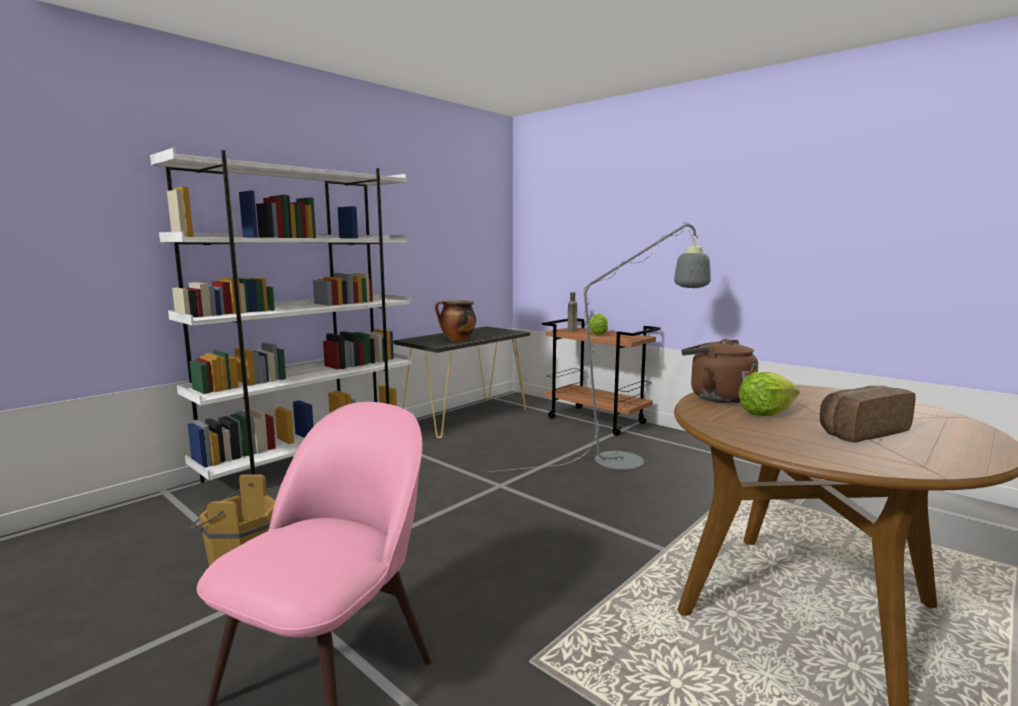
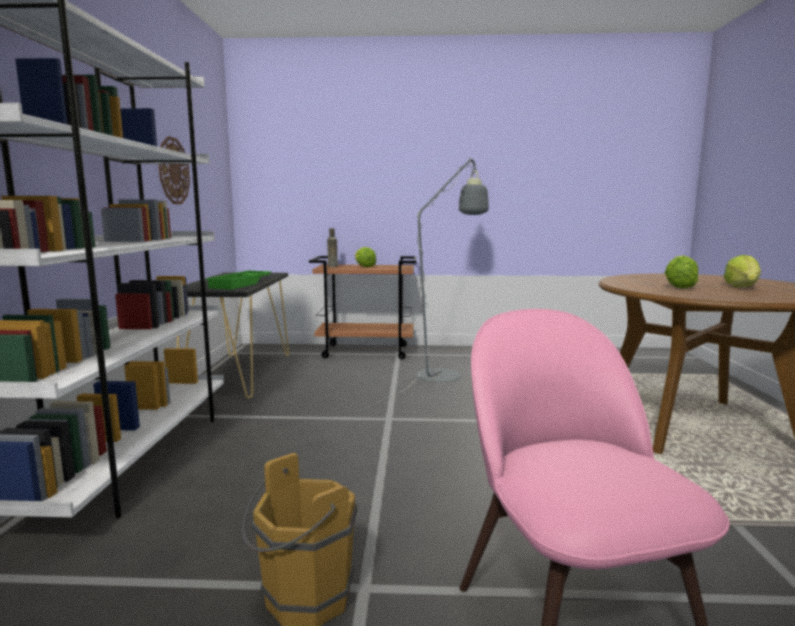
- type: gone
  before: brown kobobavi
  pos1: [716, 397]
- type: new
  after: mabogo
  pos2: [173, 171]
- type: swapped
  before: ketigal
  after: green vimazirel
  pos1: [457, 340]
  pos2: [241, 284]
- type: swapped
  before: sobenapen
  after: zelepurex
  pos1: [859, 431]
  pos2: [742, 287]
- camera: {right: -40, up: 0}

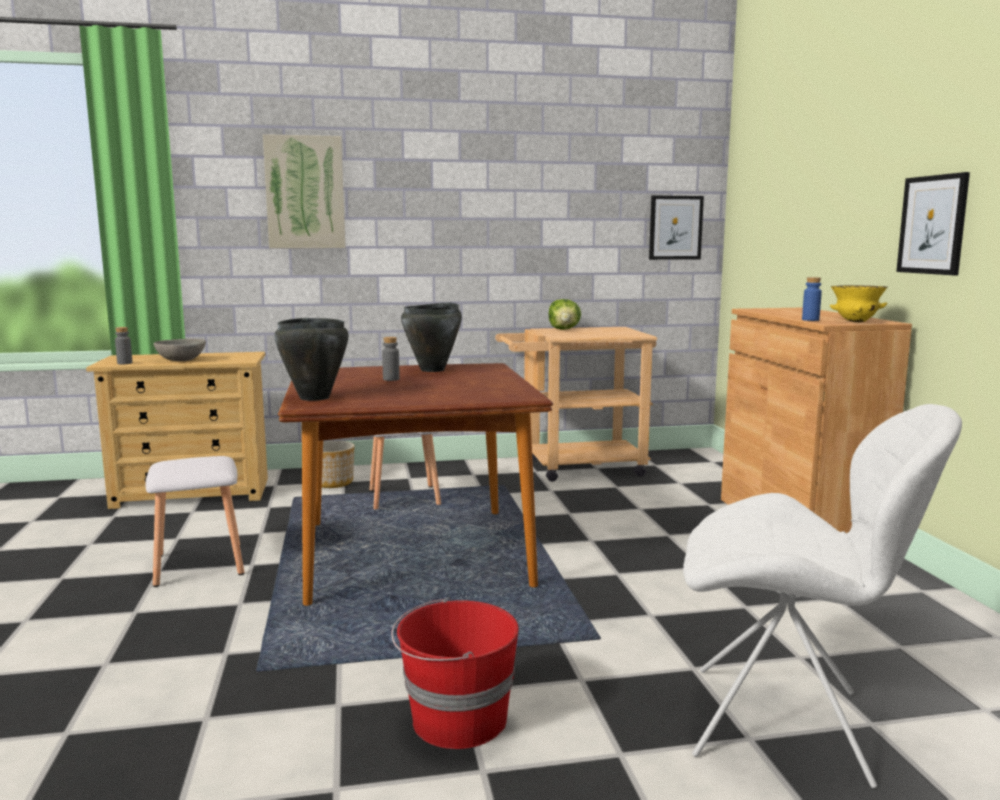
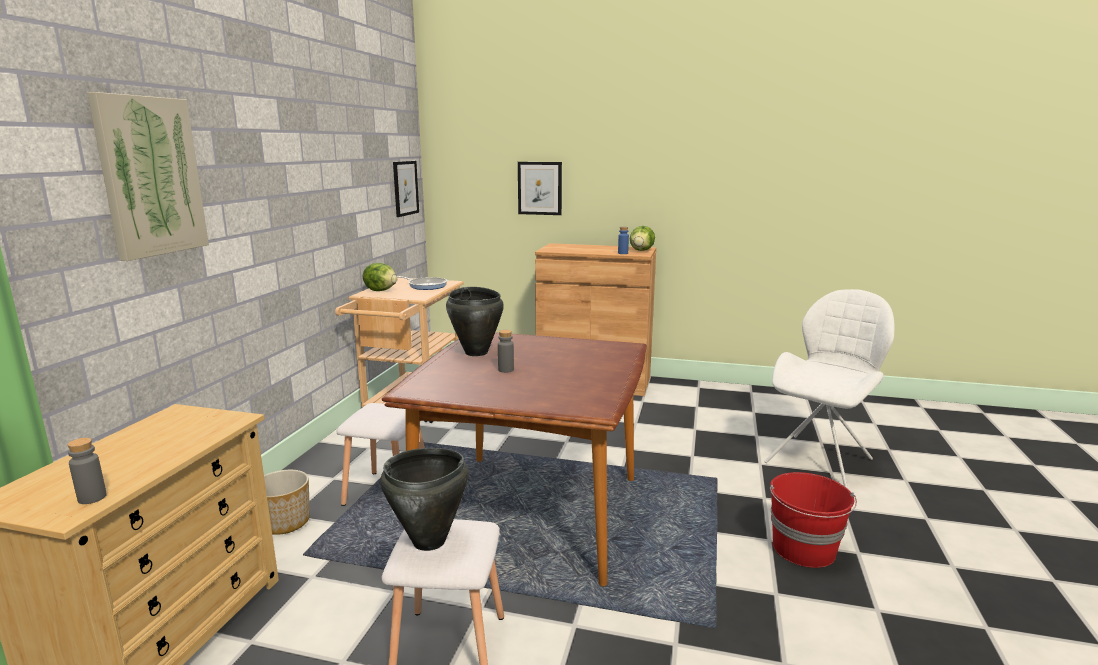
- type: gone
  before: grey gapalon
  pos1: [181, 360]
- type: new
  after: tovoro
  pos2: [426, 286]
- type: shifted
  before: black ketigal
  pos1: [314, 398]
  pos2: [429, 541]
- type: shifted
  before: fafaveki
  pos1: [933, 225]
  pos2: [540, 188]
- type: swapped
  before: yellow gapalon
  after: zelepurex
  pos1: [856, 322]
  pos2: [641, 250]
- camera: {right: -65, up: 5}

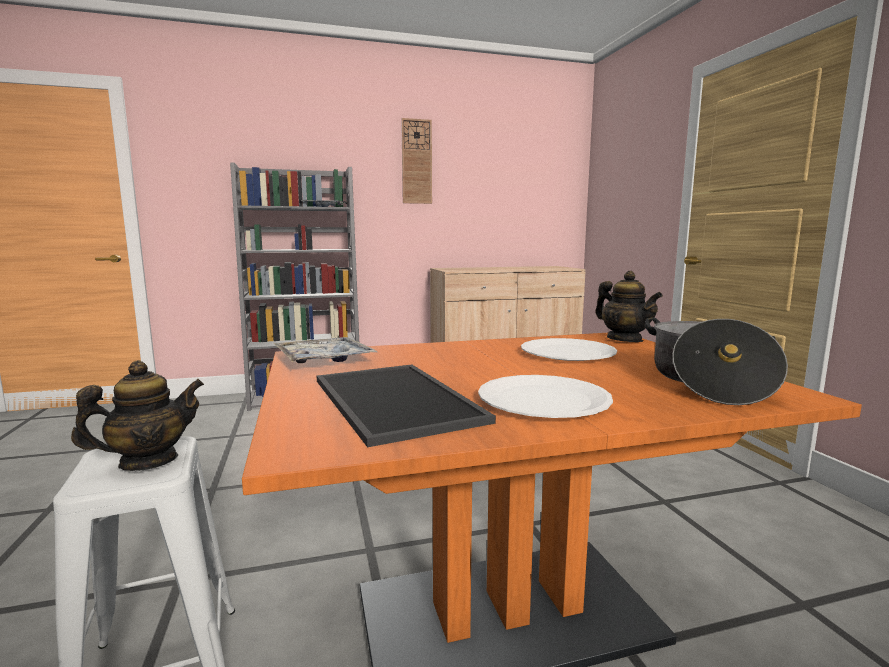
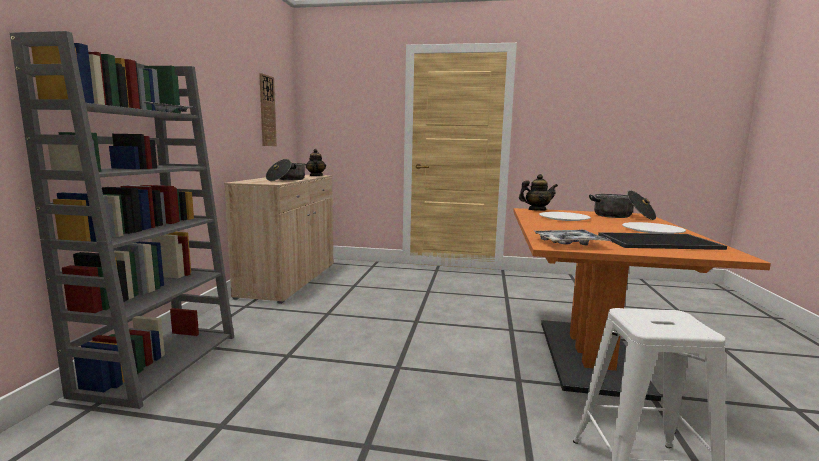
- type: new
  after: ketigal
  pos2: [286, 179]
- type: shifted
  before: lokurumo
  pos1: [148, 461]
  pos2: [315, 176]
- type: shifted
  before: mabogo
  pos1: [416, 162]
  pos2: [267, 111]
- camera: {right: -65, up: 0}

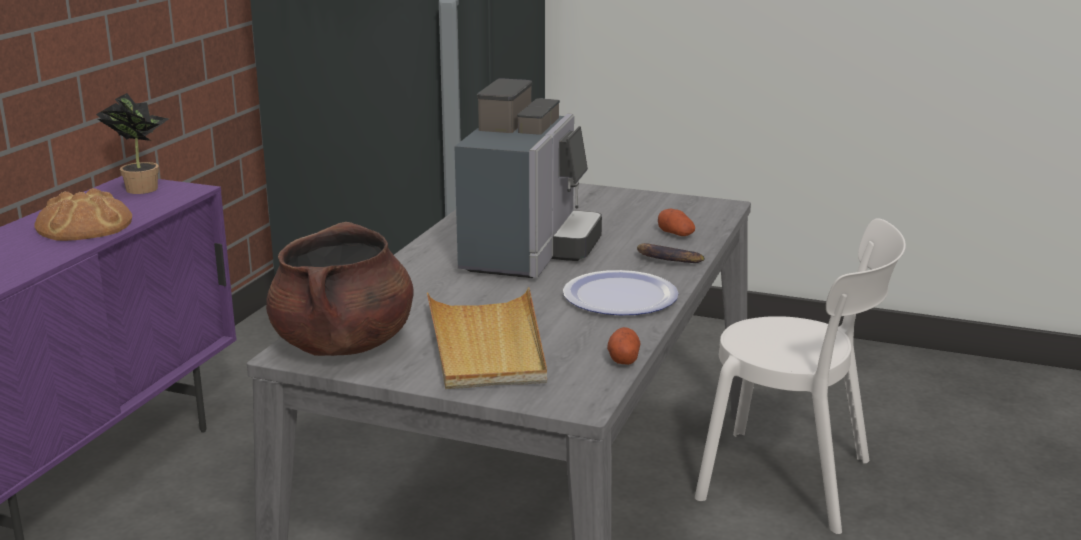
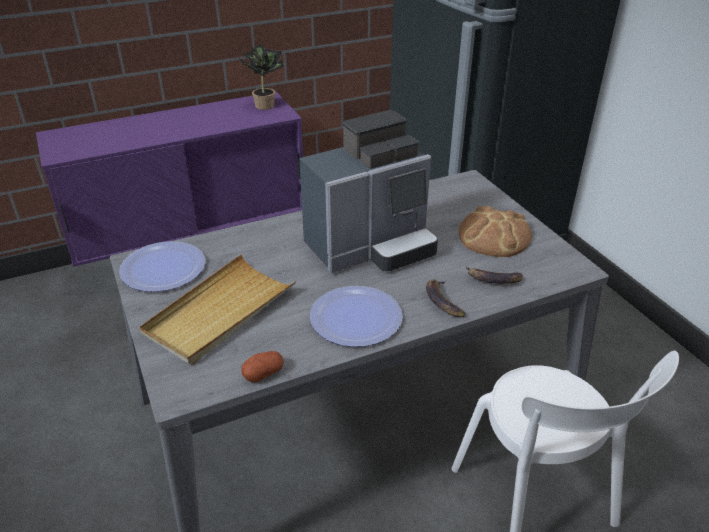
- type: shifted
  before: sobenapen
  pos1: [85, 225]
  pos2: [494, 236]
- type: swapped
  before: brown ketigal
  after: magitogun
  pos1: [343, 345]
  pos2: [163, 268]
- type: swapped
  before: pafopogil
  after: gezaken
  pos1: [676, 234]
  pos2: [493, 279]
- camera: {right: 45, up: 15}

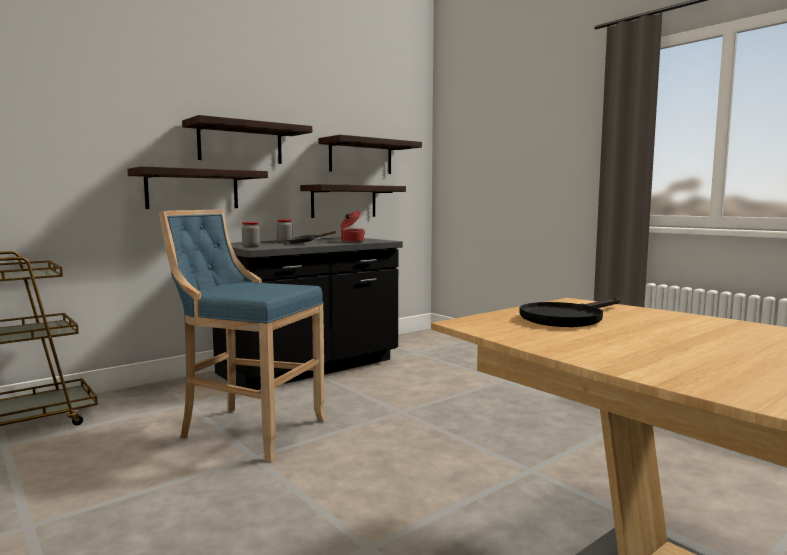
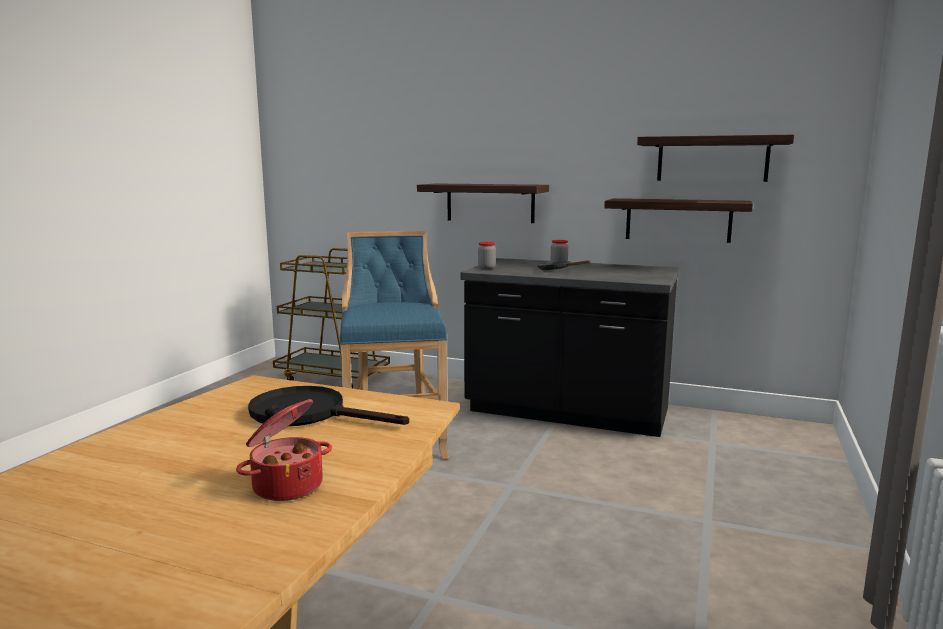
- type: gone
  before: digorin
  pos1: [240, 143]
- type: shifted
  before: ketigal
  pos1: [351, 241]
  pos2: [287, 485]
- camera: {right: 60, up: 5}

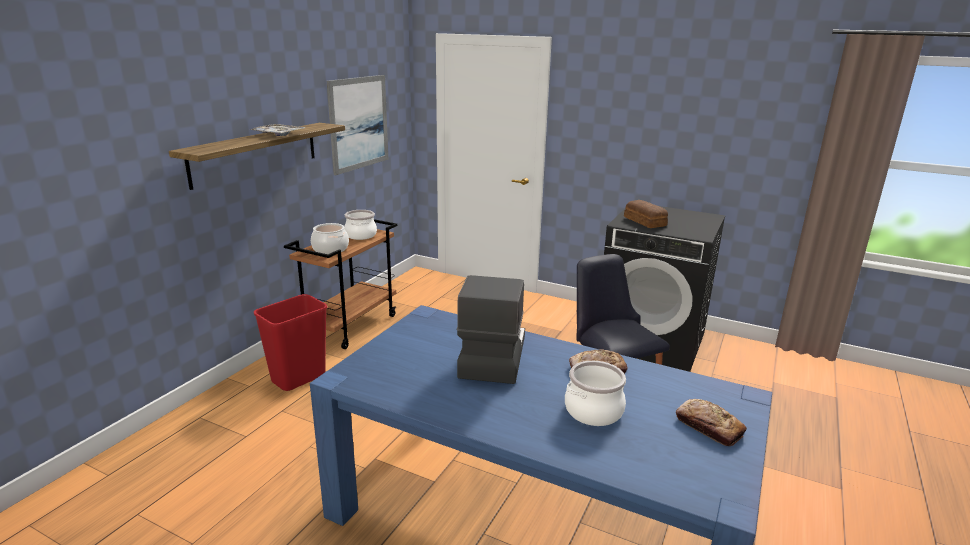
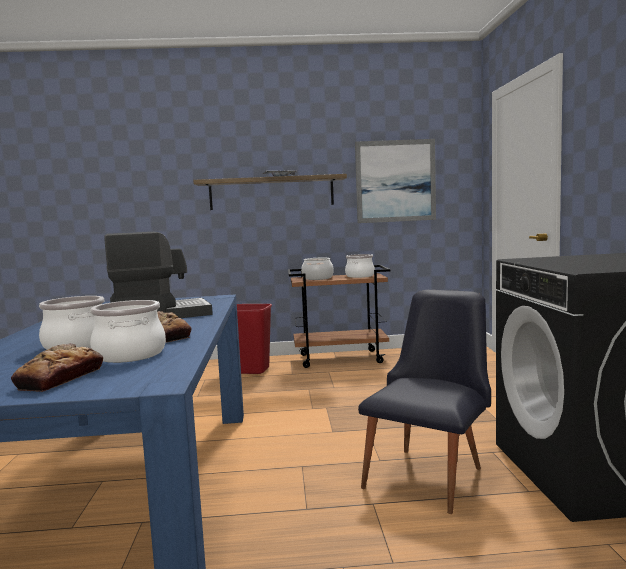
- type: gone
  before: sobenapen
  pos1: [645, 221]
- type: new
  after: ketigal
  pos2: [129, 355]
- camera: {right: 60, up: -15}

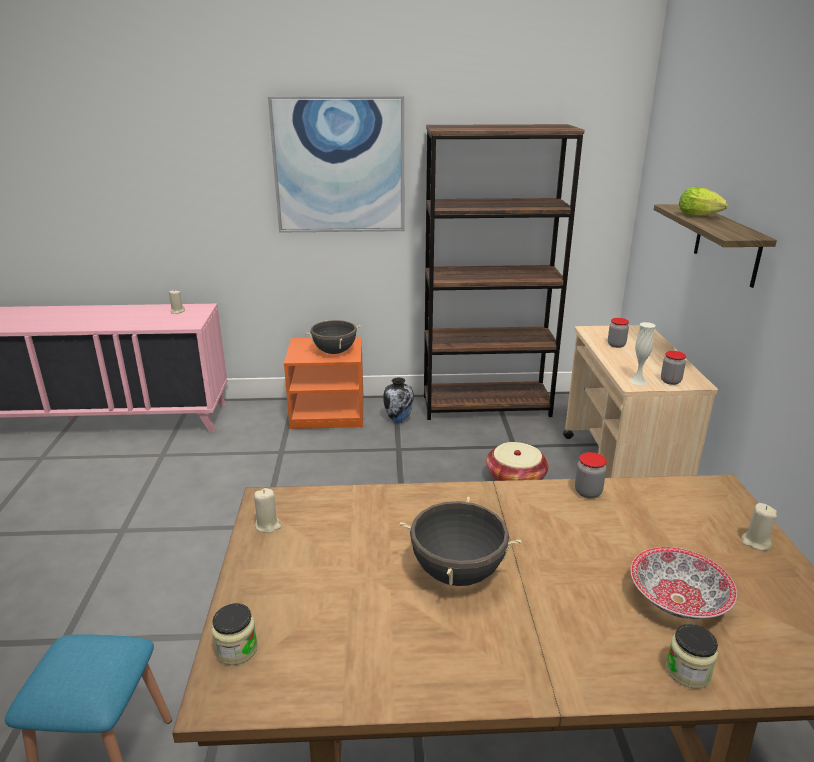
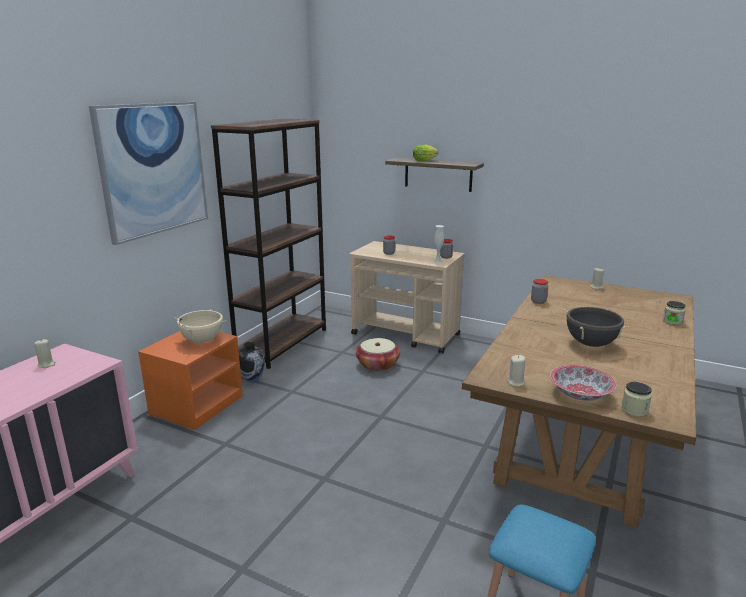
- type: shifted
  before: gapalon
  pos1: [677, 600]
  pos2: [580, 394]
- type: repainted
  before: black ketigal
  after: beige ketigal
  pos1: [334, 352]
  pos2: [202, 341]
- camera: {right: -60, up: -5}

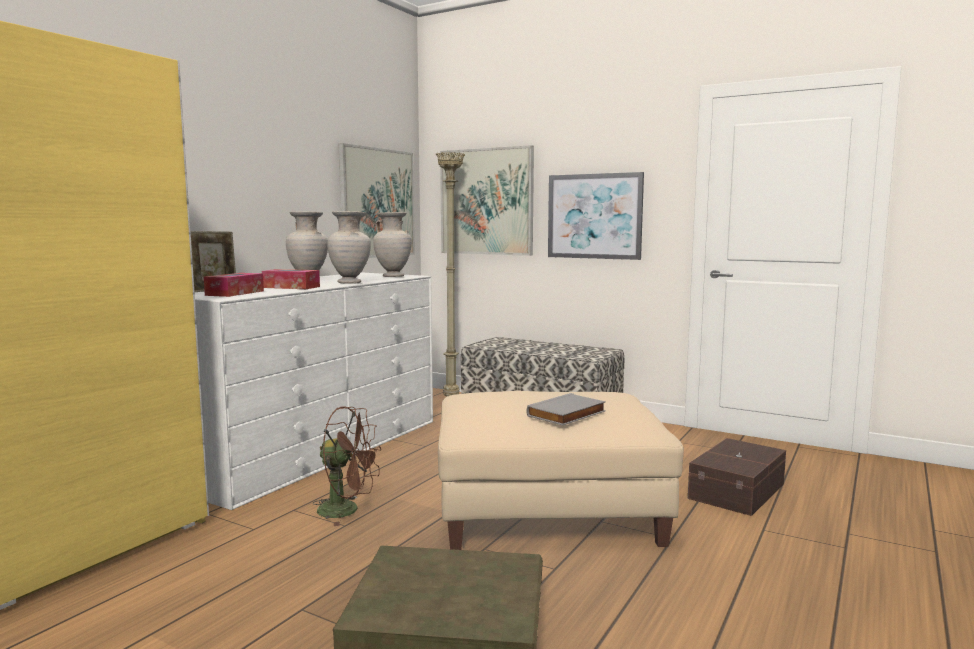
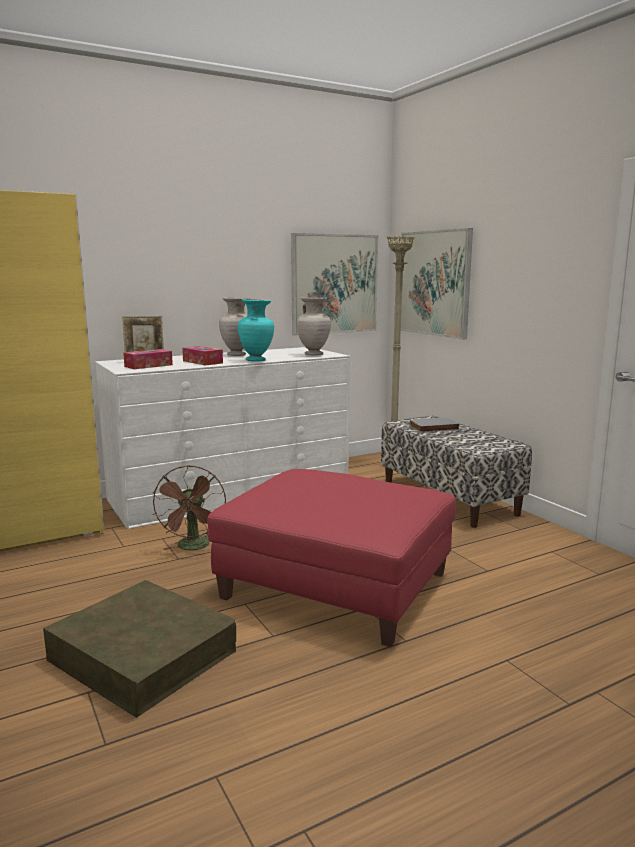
- type: gone
  before: fafaveki
  pos1: [594, 216]
- type: gone
  before: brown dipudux
  pos1: [739, 491]
- type: shifted
  before: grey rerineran
  pos1: [567, 414]
  pos2: [434, 428]
- type: repainted
  before: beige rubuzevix
  after: turquoise rubuzevix
  pos1: [350, 283]
  pos2: [256, 360]
- type: repainted
  before: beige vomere
  after: red vomere
  pos1: [548, 509]
  pos2: [337, 585]
- type: rotated
  before: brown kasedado
  pos1: [347, 510]
  pos2: [193, 547]
  turn: 45
- camera: {right: 30, up: 5}

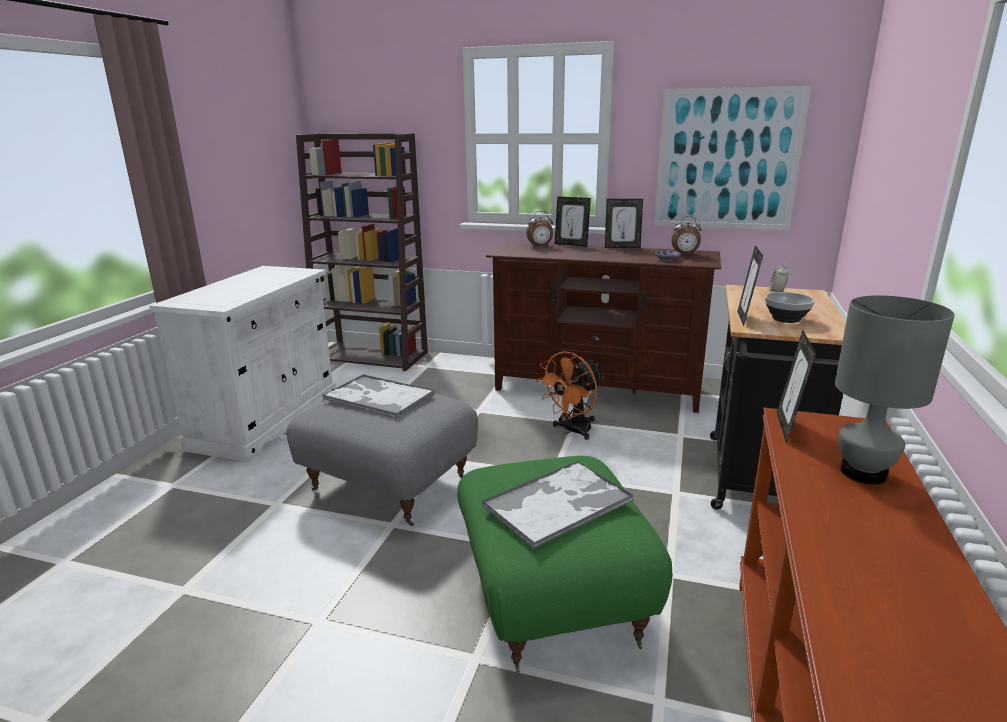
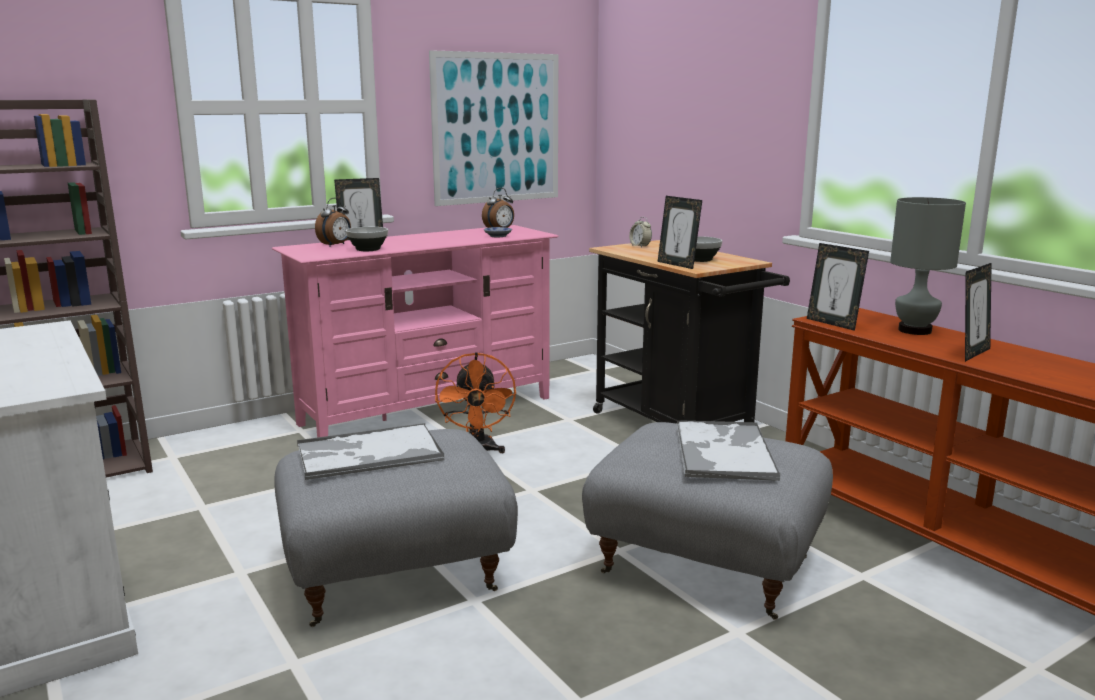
- type: new
  after: gapalon
  pos2: [367, 249]
- type: shifted
  before: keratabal
  pos1: [622, 247]
  pos2: [972, 353]
- type: repainted
  before: green vomere
  after: grey vomere
  pos1: [550, 598]
  pos2: [703, 567]
- type: repainted
  before: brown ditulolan
  after: pink ditulolan
  pos1: [597, 389]
  pos2: [428, 410]
- camera: {right: -50, up: -5}

